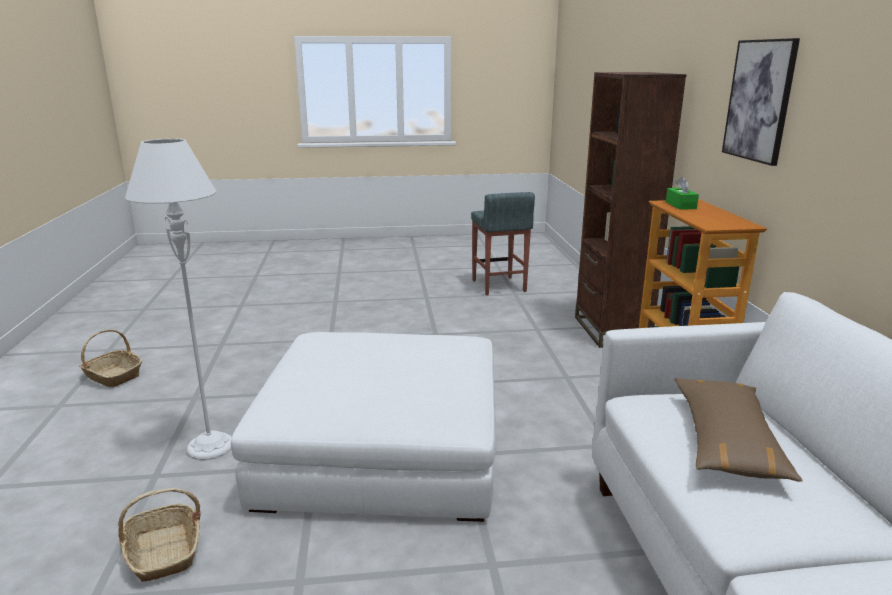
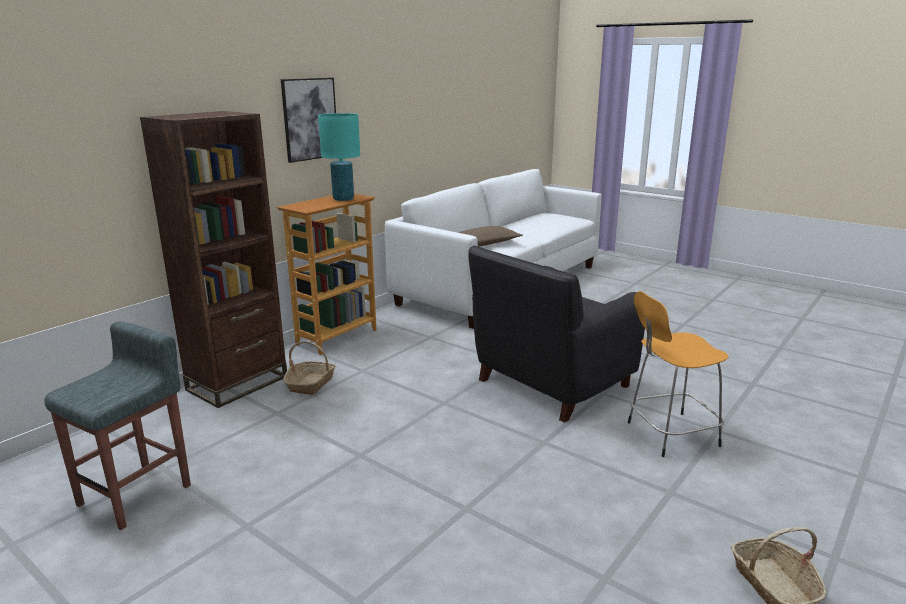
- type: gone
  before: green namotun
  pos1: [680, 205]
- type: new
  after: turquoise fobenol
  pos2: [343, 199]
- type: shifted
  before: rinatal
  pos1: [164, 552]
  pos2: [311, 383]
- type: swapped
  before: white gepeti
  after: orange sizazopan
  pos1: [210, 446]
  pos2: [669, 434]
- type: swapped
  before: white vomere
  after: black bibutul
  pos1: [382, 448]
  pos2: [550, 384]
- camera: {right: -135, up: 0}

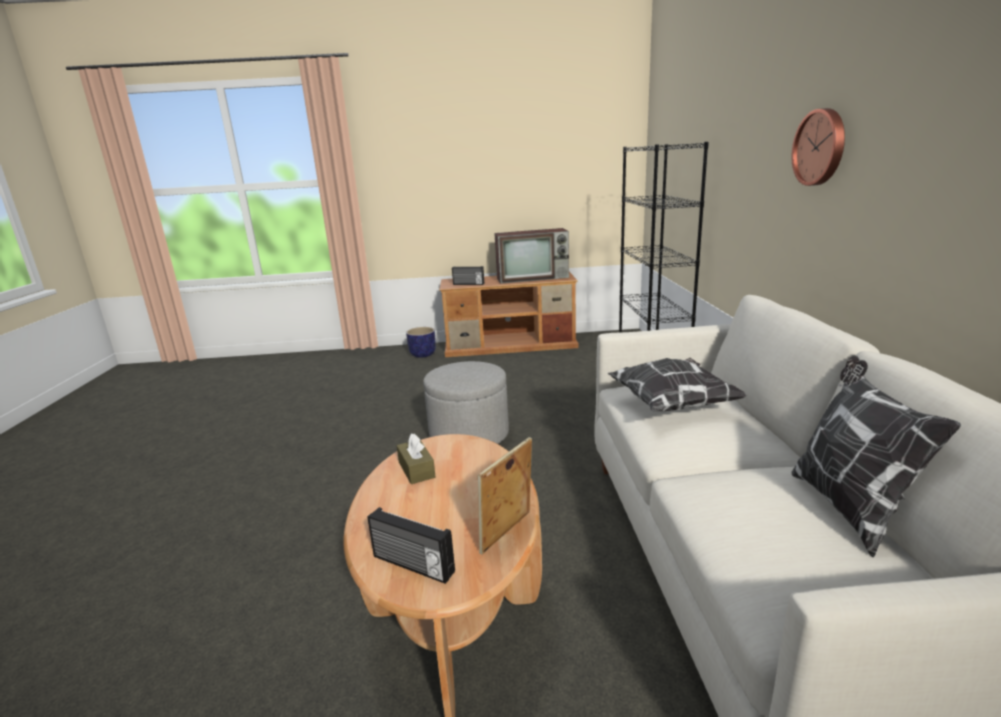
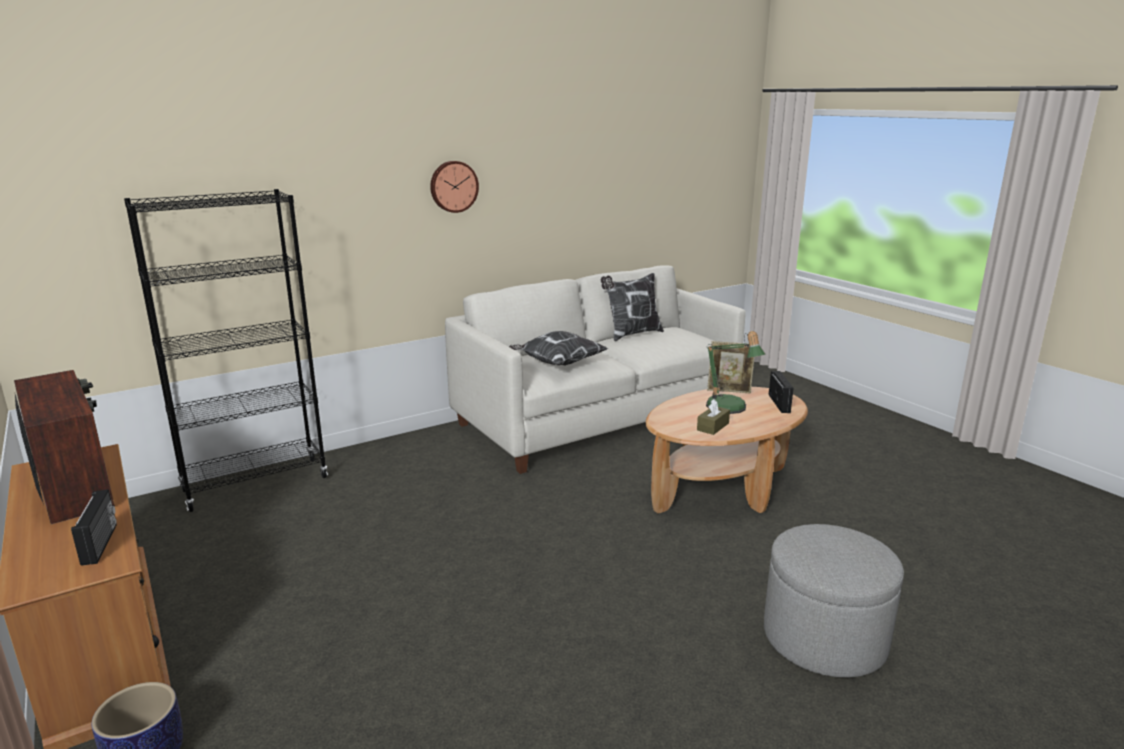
- type: new
  after: fobenol
  pos2: [729, 409]
- type: shifted
  before: grey vomere
  pos1: [469, 434]
  pos2: [824, 638]
- camera: {right: -120, up: 0}

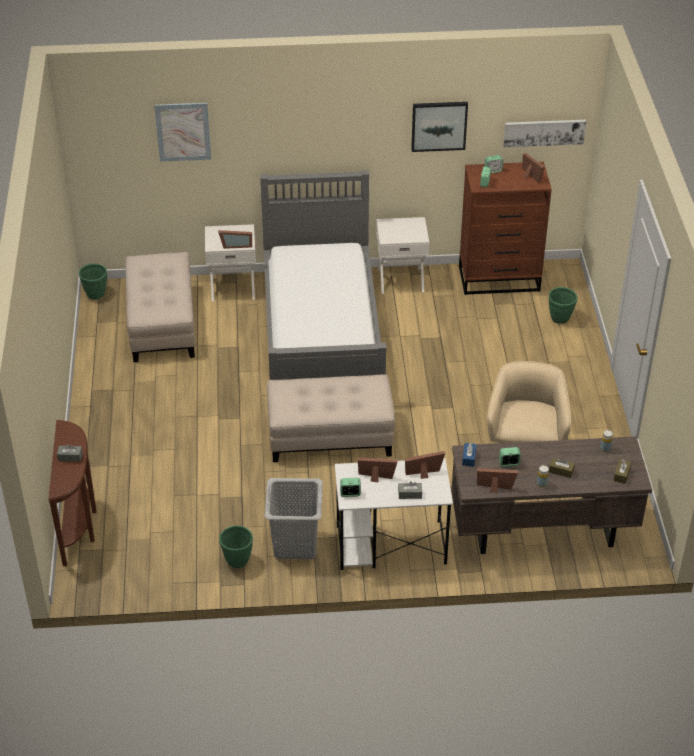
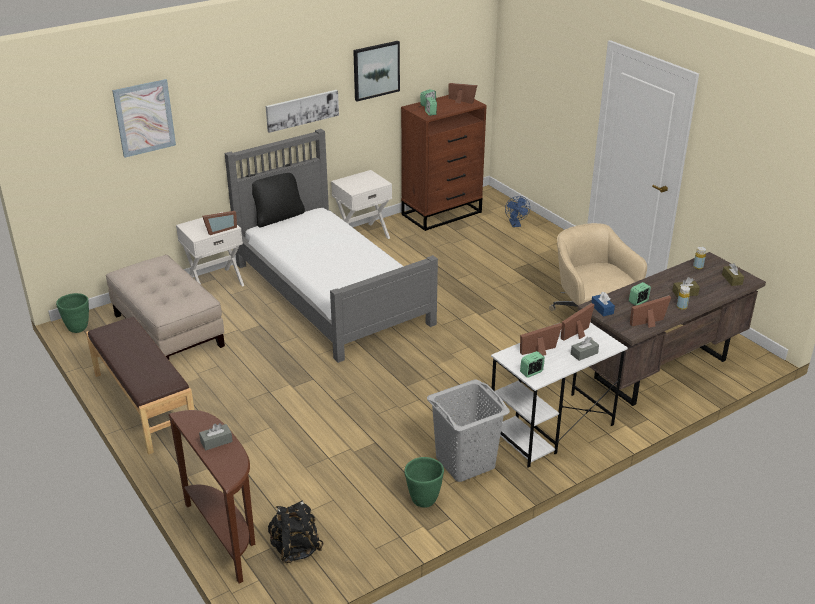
- type: gone
  before: beige vomere
  pos1: [330, 435]
- type: new
  after: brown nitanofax
  pos2: [143, 404]
- type: new
  after: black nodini
  pos2: [277, 217]
- type: new
  after: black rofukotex
  pos2: [295, 548]
- type: shifted
  before: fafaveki
  pos1: [544, 132]
  pos2: [302, 110]
- type: swapped
  before: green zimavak
  after: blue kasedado
  pos1: [560, 319]
  pos2: [515, 225]
- camera: {right: -30, up: -10}

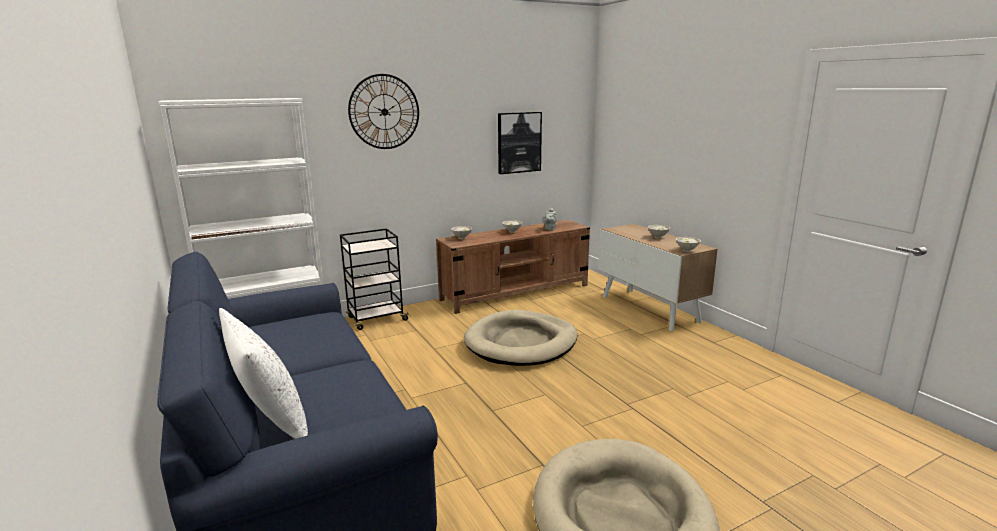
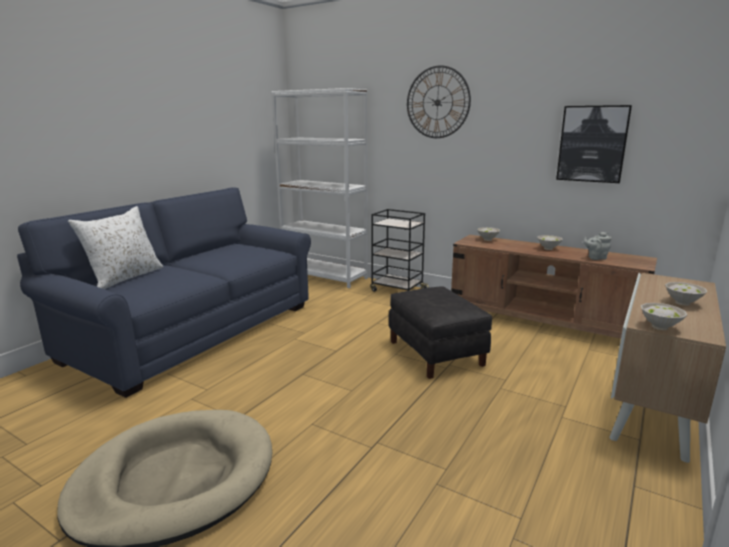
- type: swapped
  before: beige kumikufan
  after: black vomere
  pos1: [521, 342]
  pos2: [436, 353]
- camera: {right: 60, up: 0}

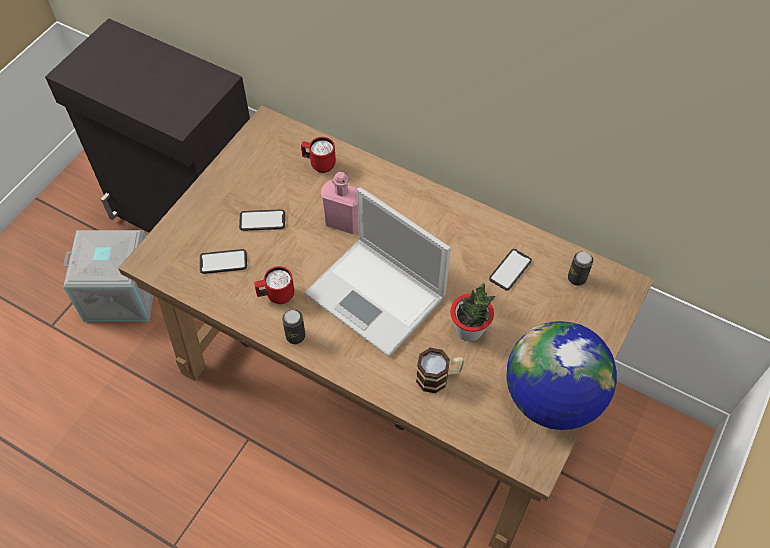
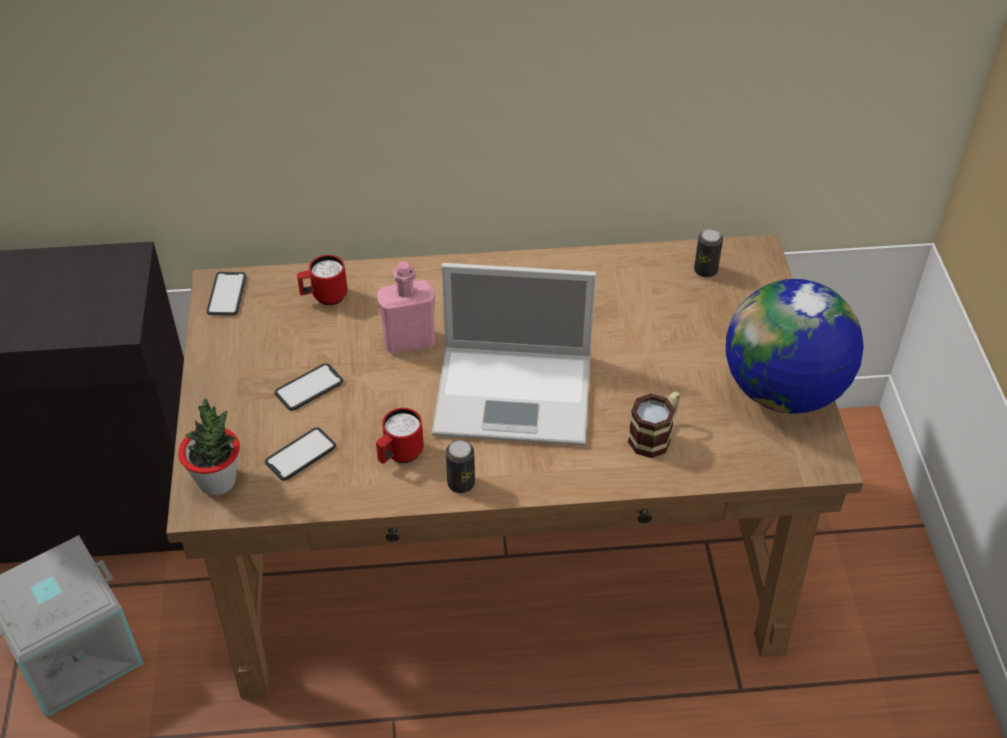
- type: shifted
  before: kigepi
  pos1: [469, 330]
  pos2: [217, 481]
- type: shifted
  before: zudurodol
  pos1: [510, 270]
  pos2: [227, 294]
- camera: {right: -35, up: -10}

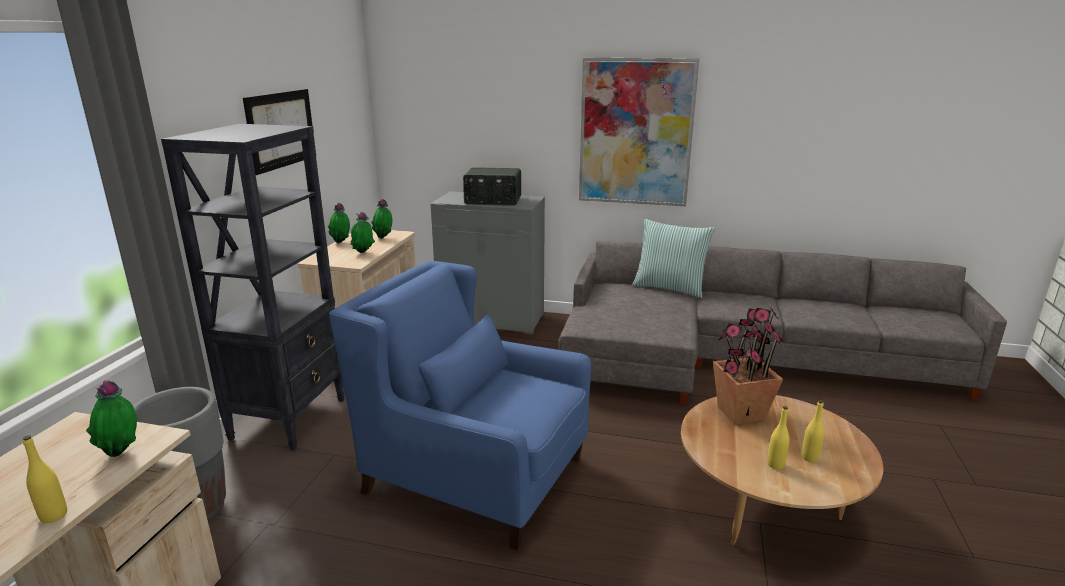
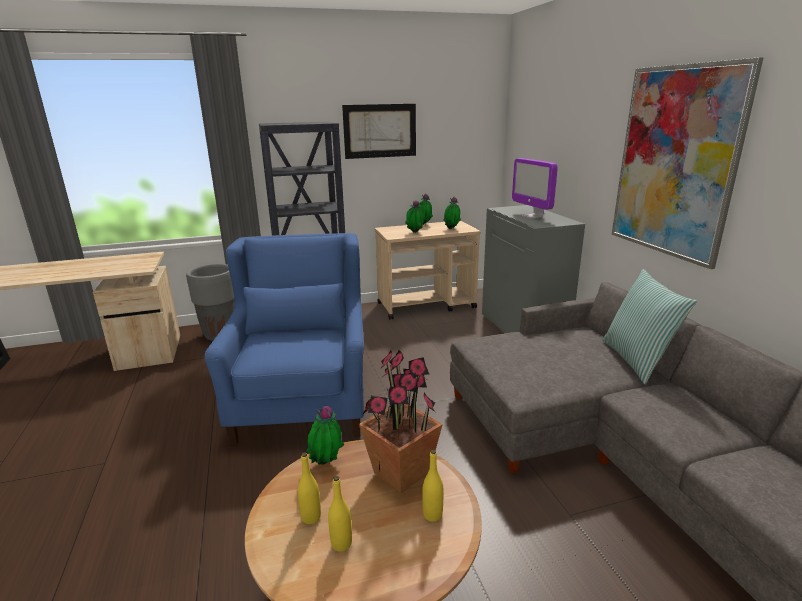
- type: shifted
  before: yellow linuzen
  pos1: [54, 516]
  pos2: [432, 514]
- type: shifted
  before: kigepi
  pos1: [122, 453]
  pos2: [326, 464]
- type: swapped
  before: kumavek
  after: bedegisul
  pos1: [493, 201]
  pos2: [531, 216]
- camera: {right: 60, up: 0}

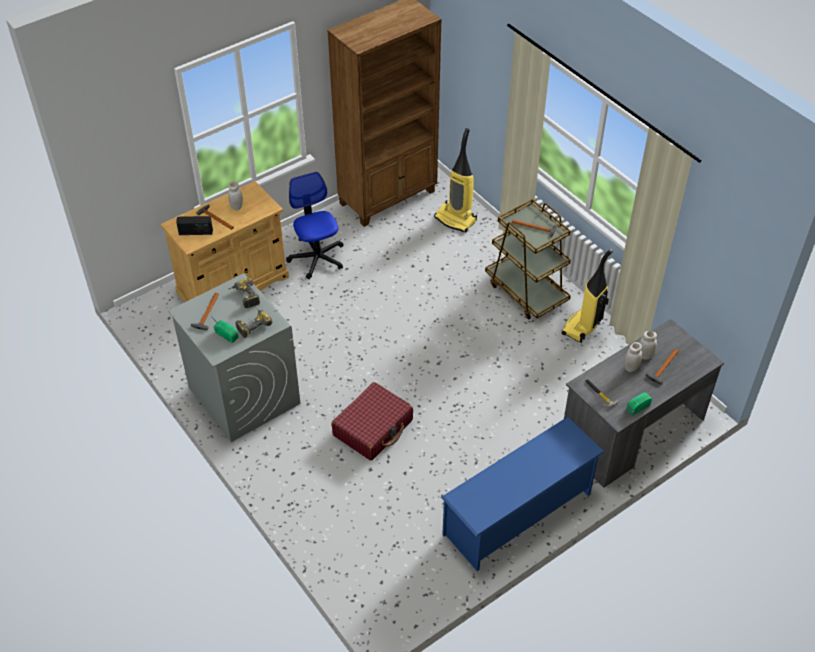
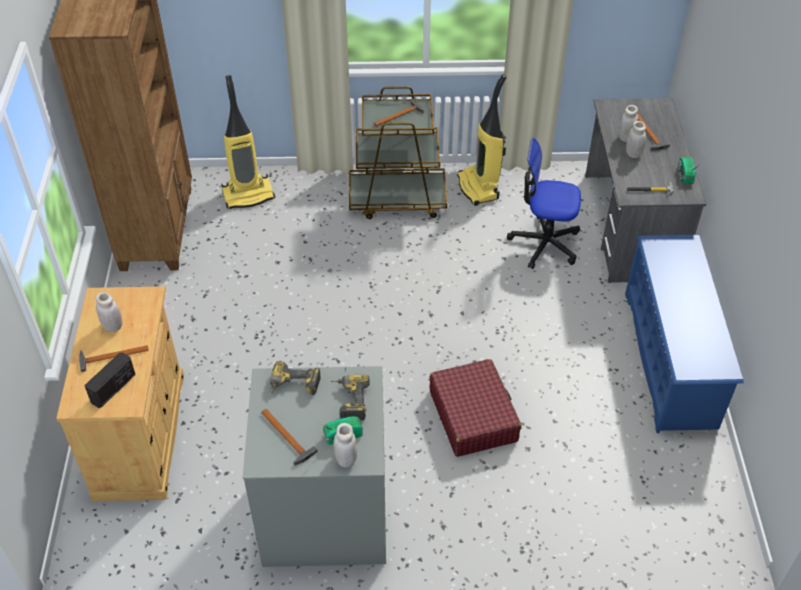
- type: new
  after: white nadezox
  pos2: [346, 459]
- type: shifted
  before: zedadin
  pos1: [317, 258]
  pos2: [544, 243]
- camera: {right: -55, up: 0}

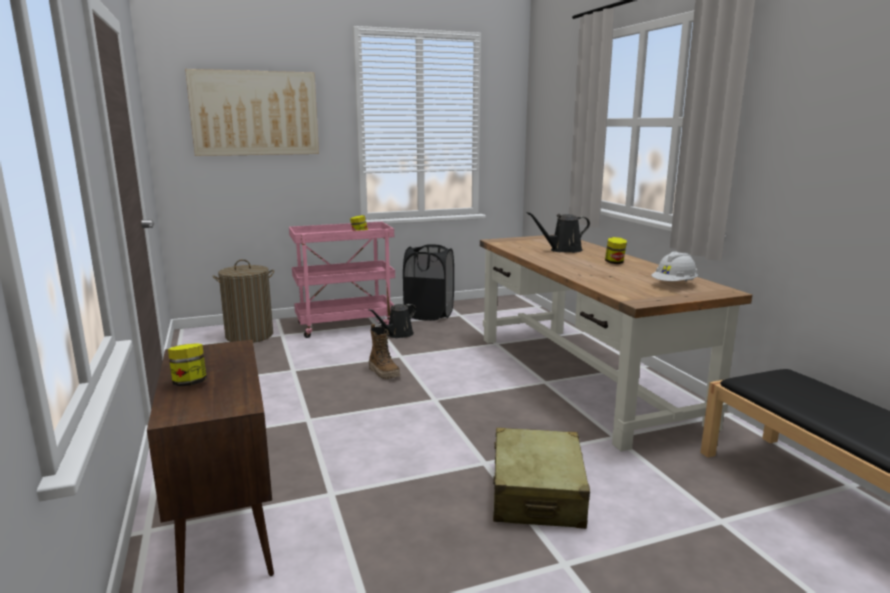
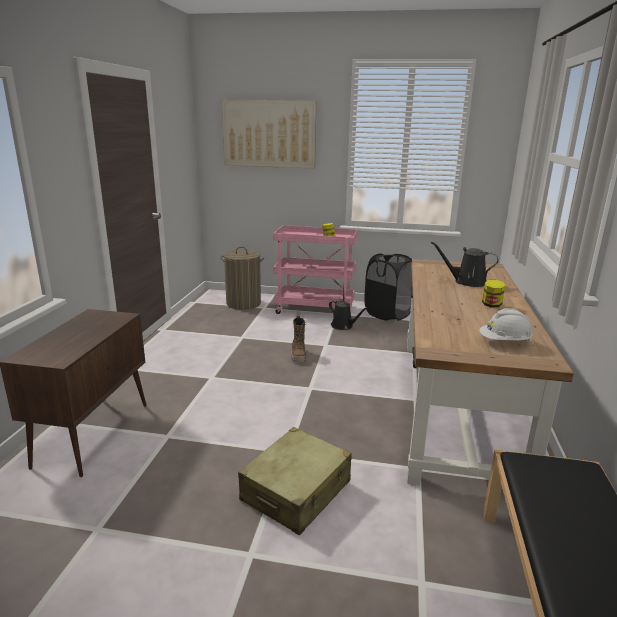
- type: gone
  before: nadezox
  pos1: [190, 383]
- type: rotated
  before: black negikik
  pos1: [397, 334]
  pos2: [343, 326]
  turn: -120
- camera: {right: 30, up: 5}

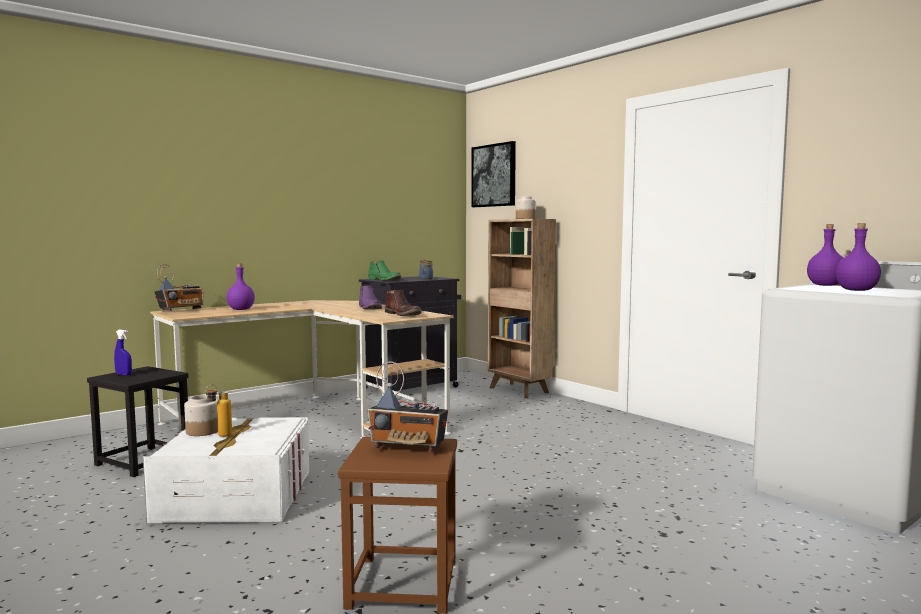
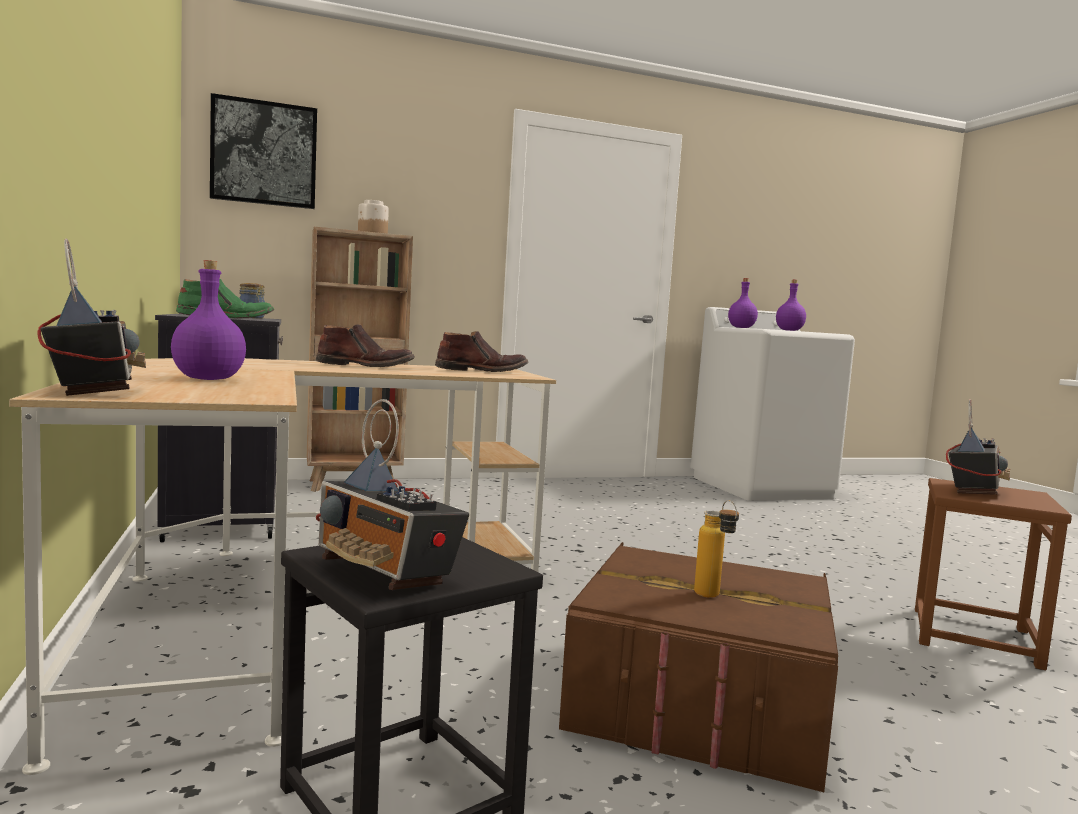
- type: gone
  before: nadezox
  pos1: [202, 431]
- type: swapped
  before: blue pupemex
  after: kumavek
  pos1: [123, 374]
  pos2: [386, 573]
- type: repainted
  before: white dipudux
  after: brown dipudux
  pos1: [236, 496]
  pos2: [698, 701]
- type: repainted
  before: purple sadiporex
  after: brown sadiporex
  pos1: [370, 308]
  pos2: [365, 366]
- camera: {right: -70, up: 0}

